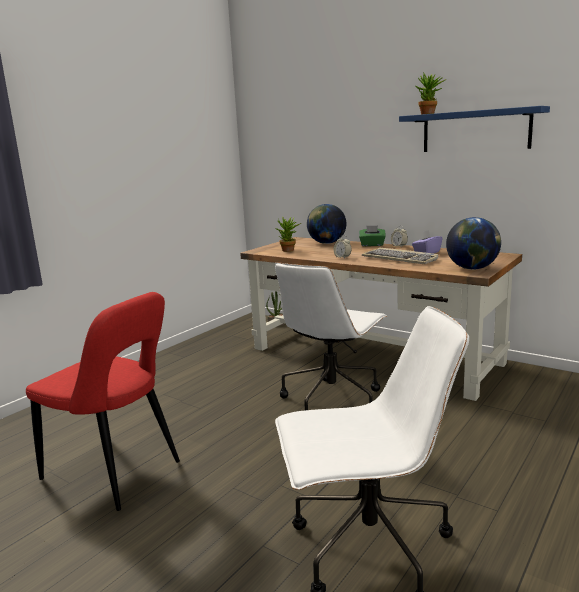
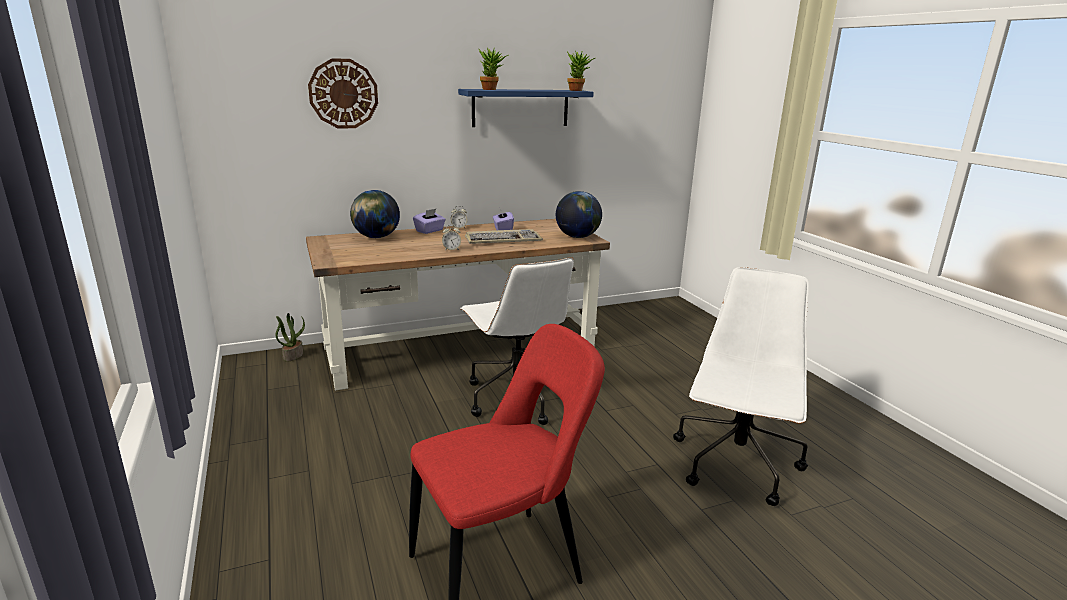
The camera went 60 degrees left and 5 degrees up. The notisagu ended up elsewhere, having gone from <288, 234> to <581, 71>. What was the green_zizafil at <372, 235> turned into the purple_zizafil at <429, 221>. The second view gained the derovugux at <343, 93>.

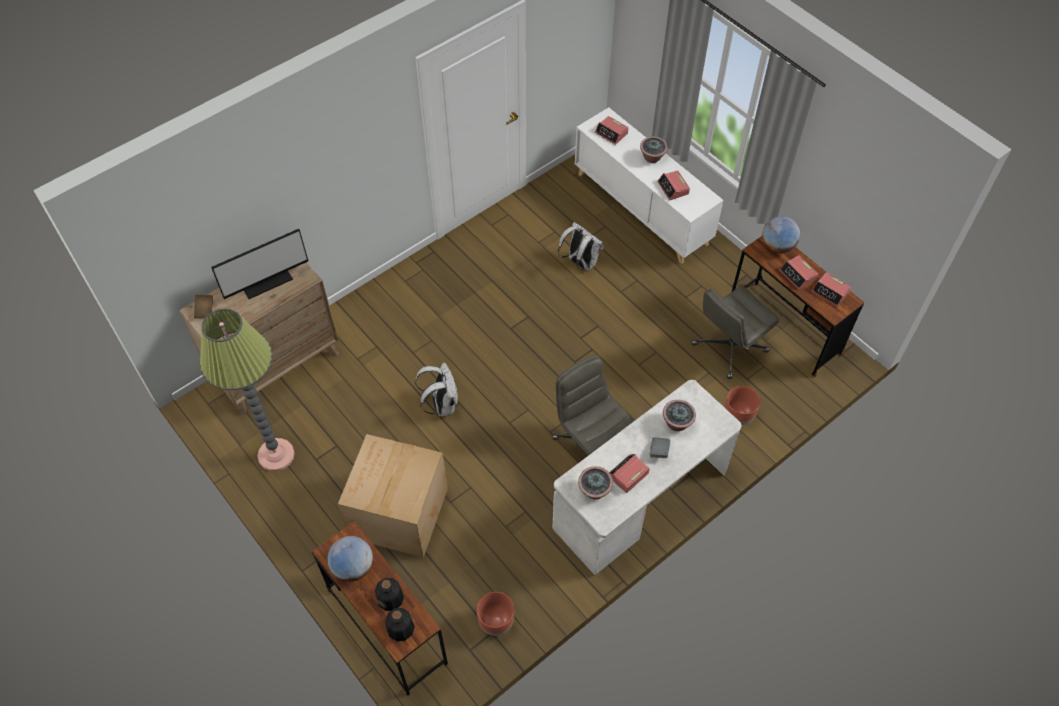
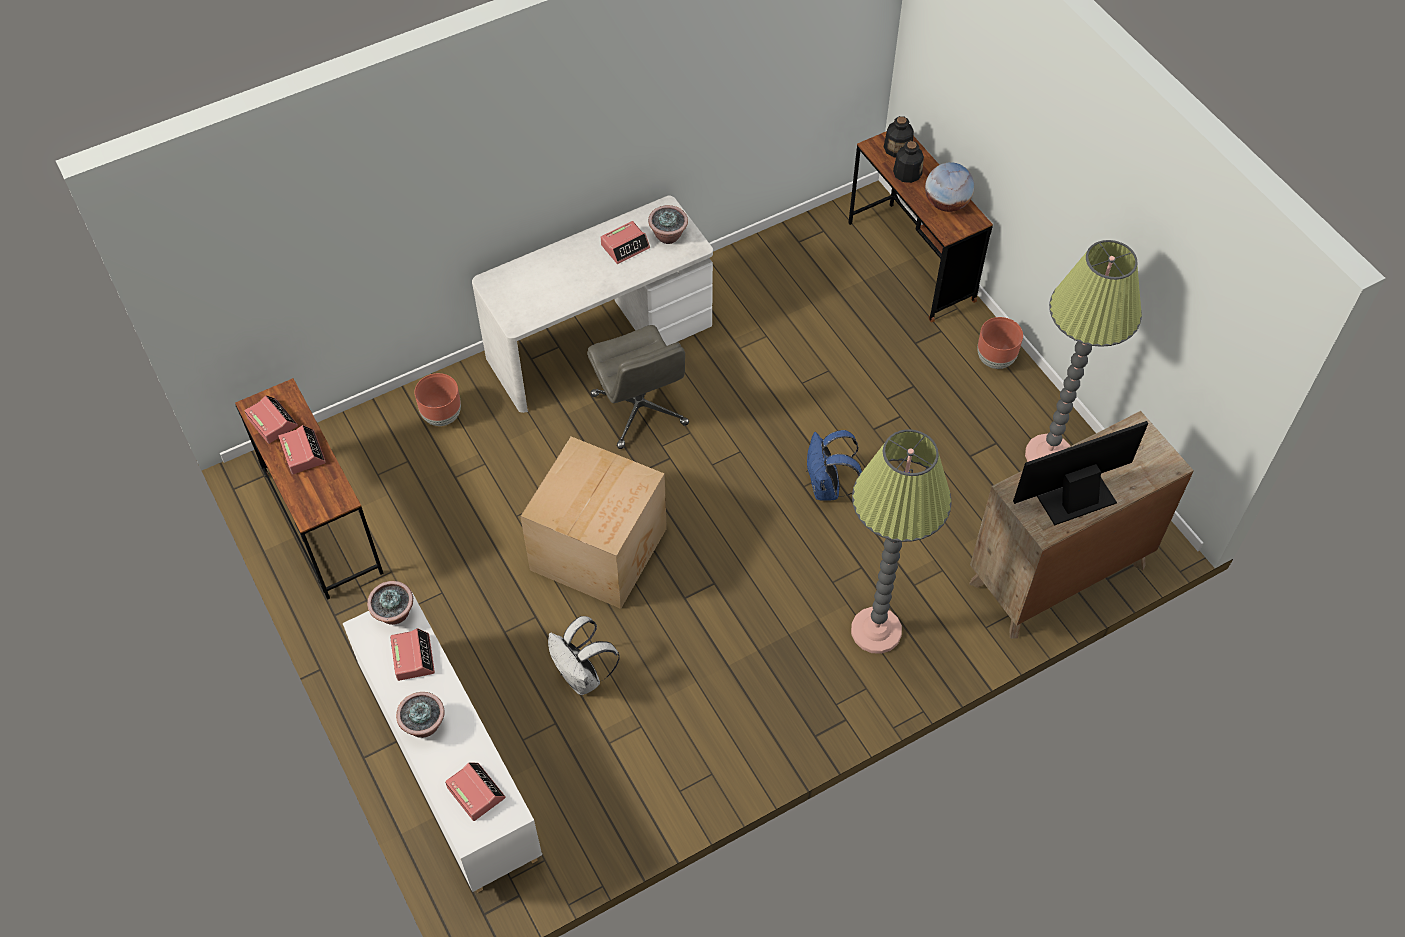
The camera went 170 degrees left and 0 degrees up. The second view lost the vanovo at <781, 234>. The second view lost the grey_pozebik at <735, 332>. The second view lost the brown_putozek at <203, 307>. What was the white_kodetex at <436, 389> turned into the blue_kodetex at <834, 465>. The notisagu ended up elsewhere, having gone from <679, 415> to <390, 603>. The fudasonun ended up elsewhere, having gone from <393, 496> to <593, 522>. The second view lost the grey_putozek at <660, 447>. The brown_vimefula ended up elsewhere, having gone from <495, 614> to <1000, 343>. The second view gained the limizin at <901, 541>.

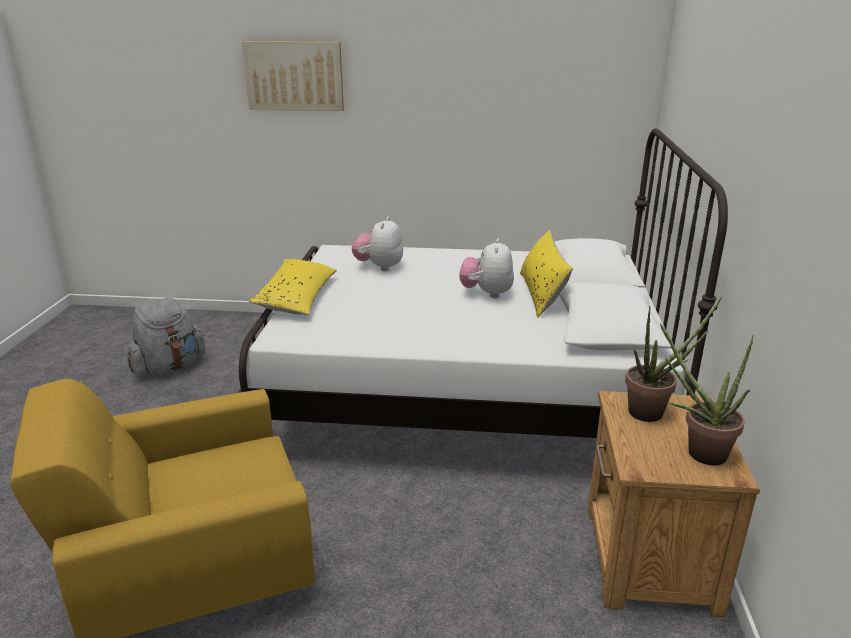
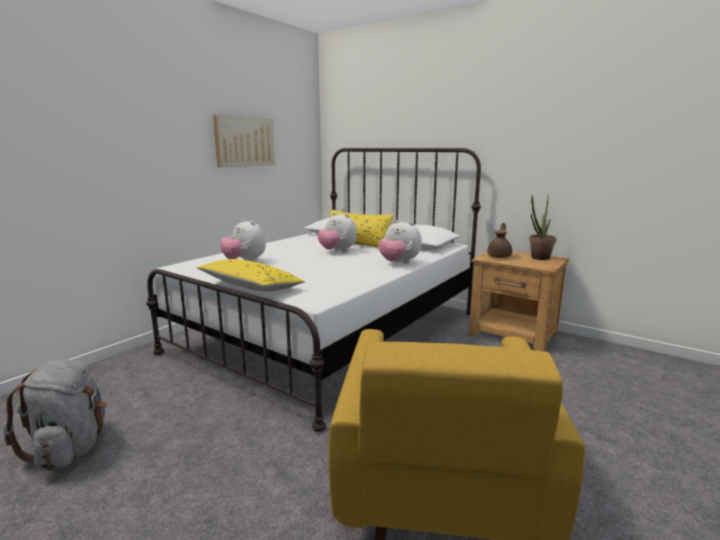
The camera went 60 degrees left and 10 degrees down. The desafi ended up elsewhere, having gone from <293, 76> to <244, 141>. Where the notisagu stood at <674, 358>, the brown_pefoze came to stand at <500, 240>. The second view gained the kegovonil at <400, 241>.

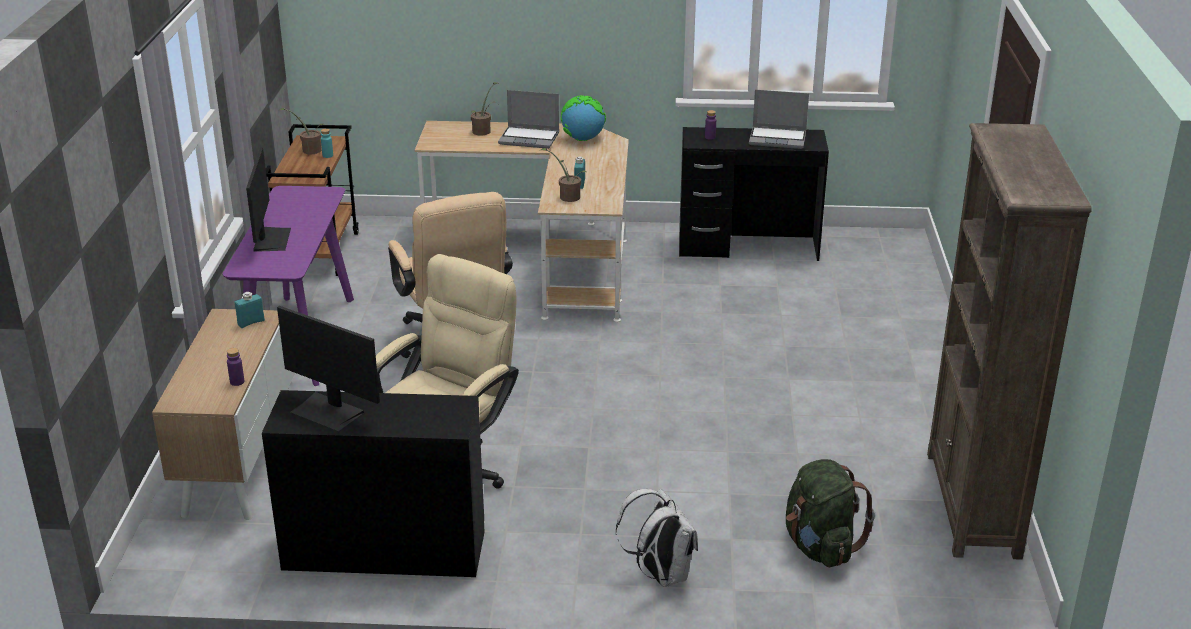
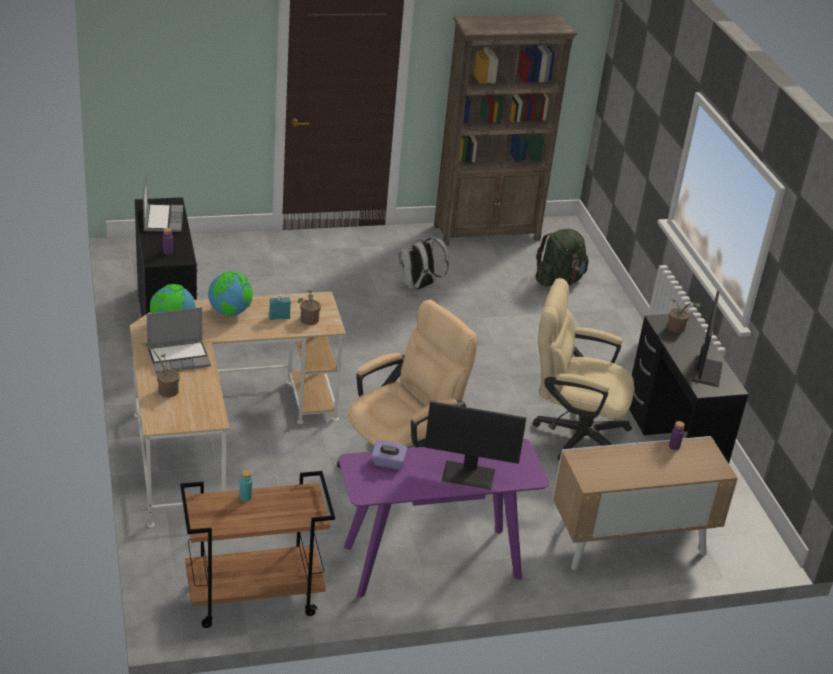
The camera went 110 degrees left and 5 degrees up. The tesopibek at <528, 119> ended up facing another way, 75 degrees clockwise from before. The notisagu ended up elsewhere, having gone from <301, 131> to <683, 316>. The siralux at <268, 199> ended up facing another way, 150 degrees counterclockwise from before. The second view lost the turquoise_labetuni at <250, 310>. The white_kodetex ended up elsewhere, having gone from <657, 538> to <424, 264>. The second view gained the vanovo at <230, 293>. The second view gained the purple_zizafil at <390, 455>.

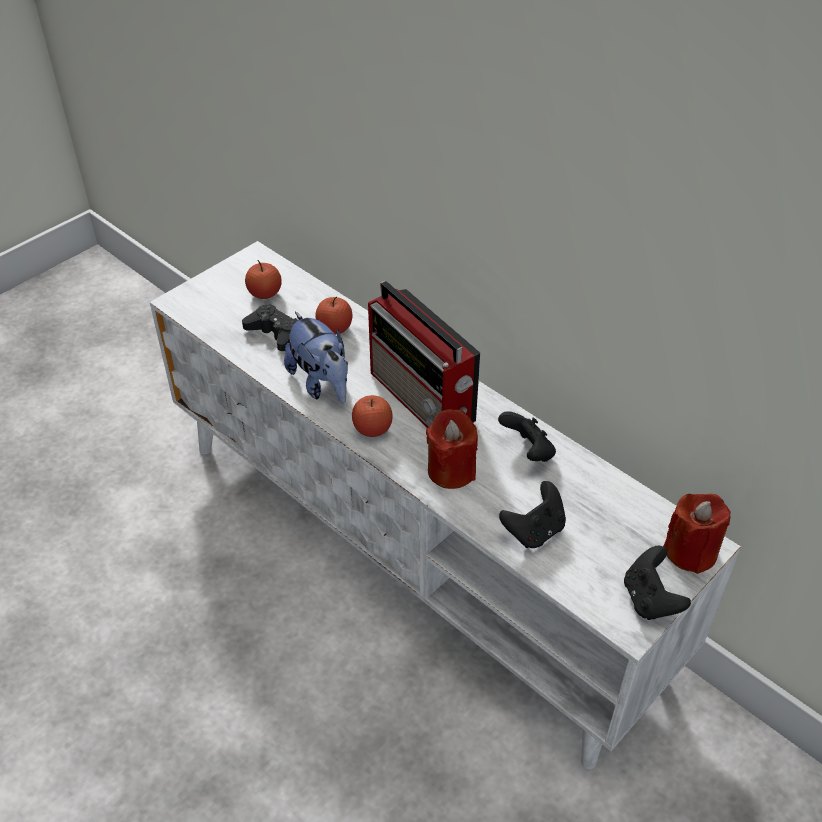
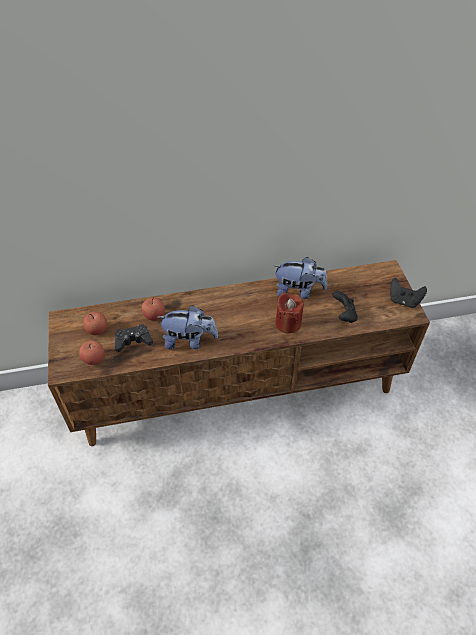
The camera went 55 degrees left and 5 degrees up. What was the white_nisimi at <445, 505> turned into the brown_nisimi at <239, 353>. The second view lost the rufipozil at <424, 354>. The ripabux ended up elsewhere, having gone from <372, 416> to <92, 352>. Where the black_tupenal stood at <527, 436>, the kegovonil came to stand at <300, 278>. The second view lost the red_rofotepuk at <697, 534>.

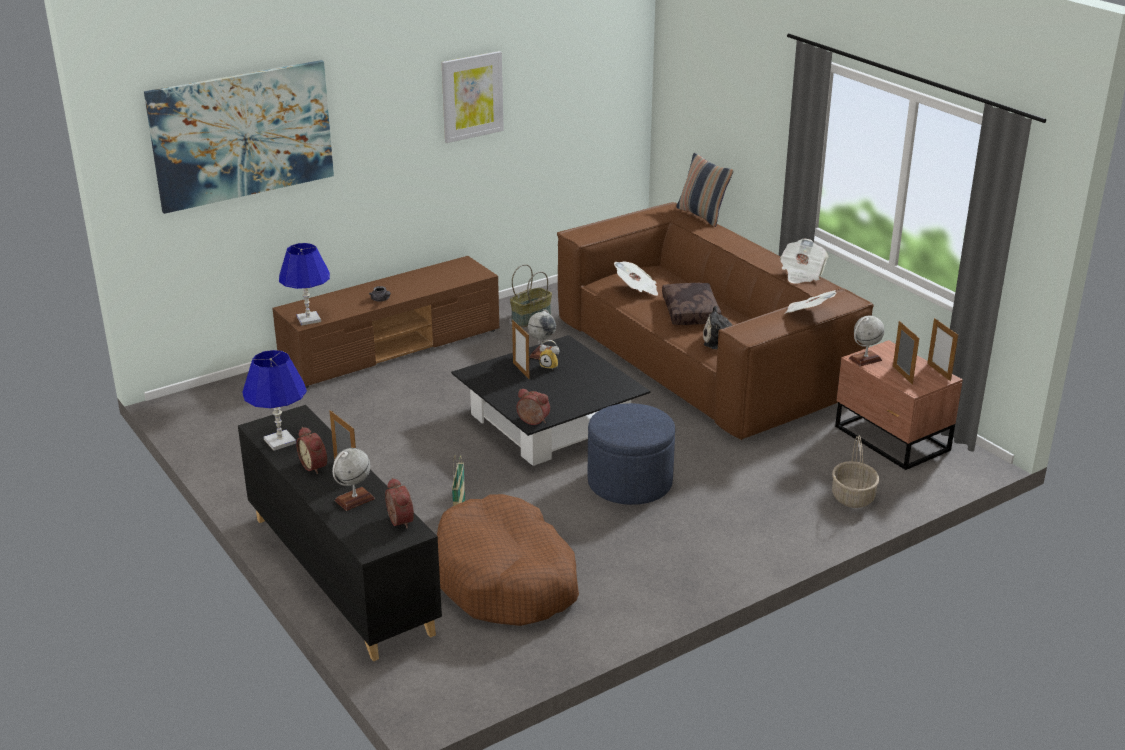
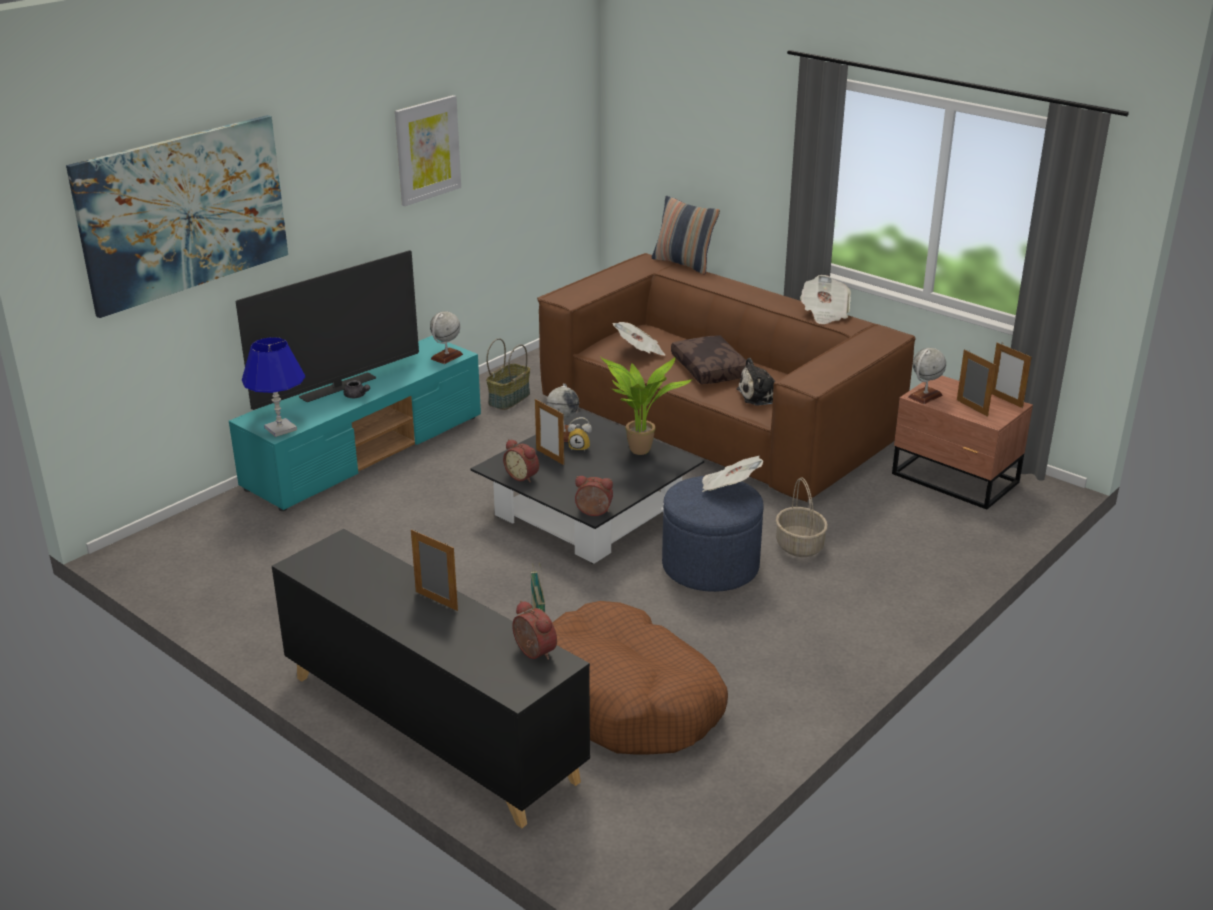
The camera went 15 degrees left and 0 degrees up. What was the brown_nisimi at <385, 322> turned into the turquoise_nisimi at <355, 423>. The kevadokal ended up elsewhere, having gone from <811, 301> to <732, 474>. The second view lost the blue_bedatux at <275, 400>. The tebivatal ended up elsewhere, having gone from <311, 450> to <521, 461>. The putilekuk ended up elsewhere, having gone from <855, 472> to <802, 517>. The vanovo ended up elsewhere, having gone from <353, 479> to <446, 337>. The second view gained the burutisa at <327, 330>. The second view gained the notisagu at <646, 405>.

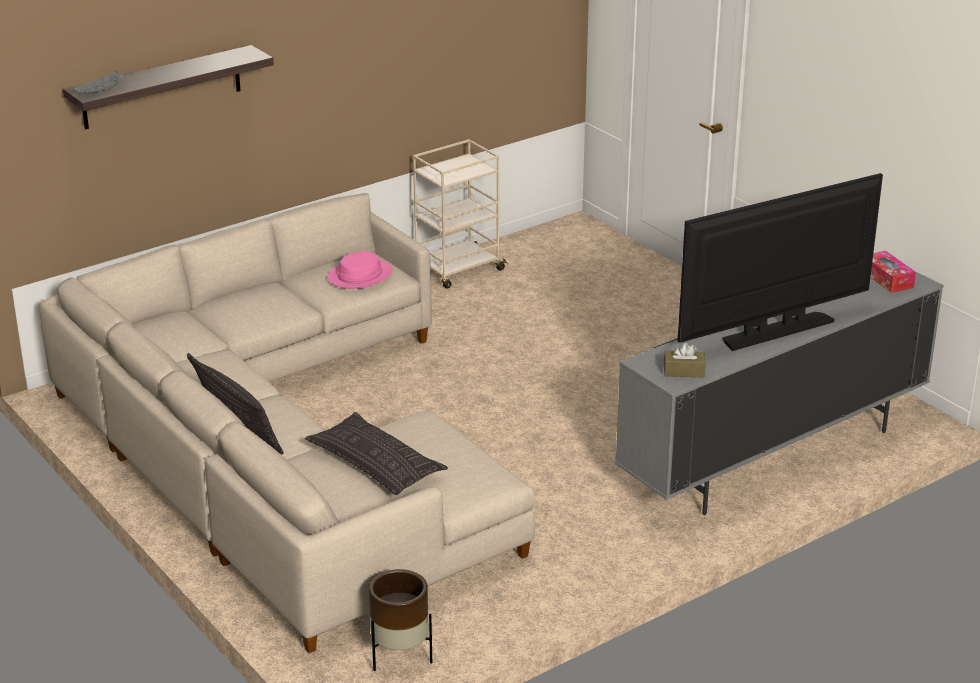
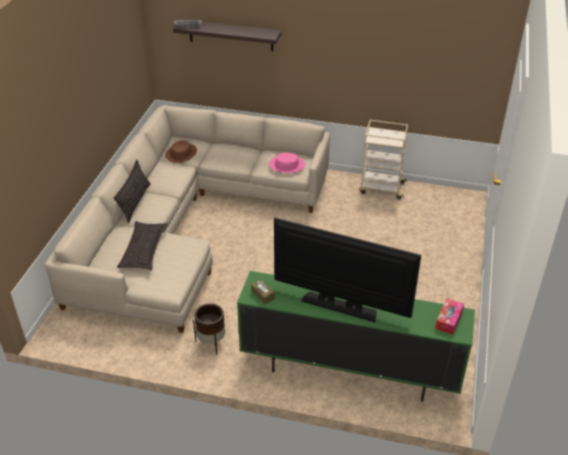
The camera went 50 degrees right and 10 degrees up. What was the grey_nisimi at <779, 393> turned into the green_nisimi at <356, 336>. The brown_vimefula ended up elsewhere, having gone from <400, 620> to <209, 329>. The second view gained the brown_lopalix at <181, 151>.

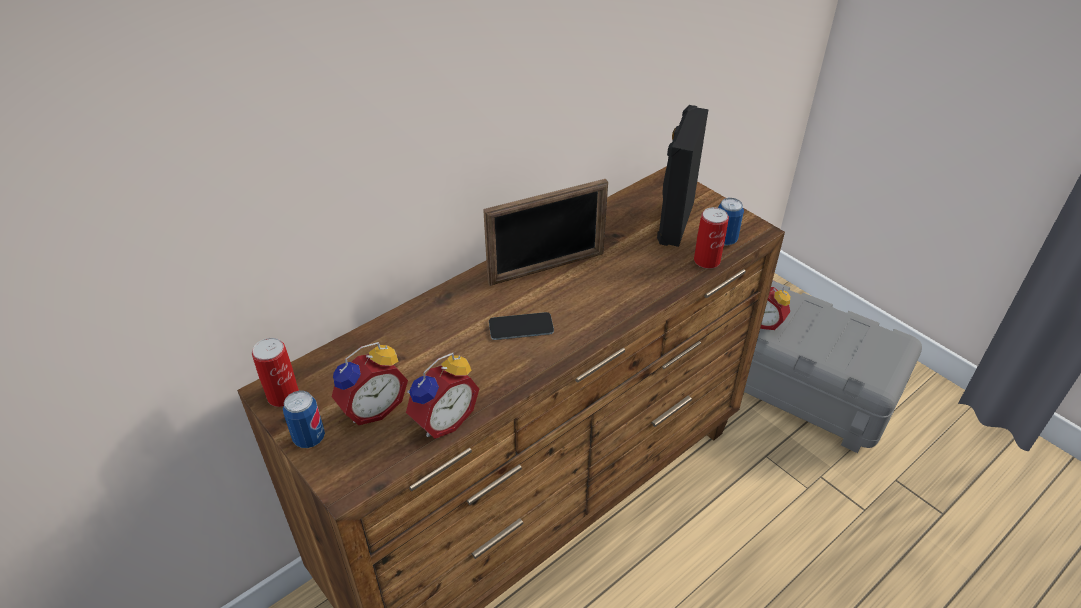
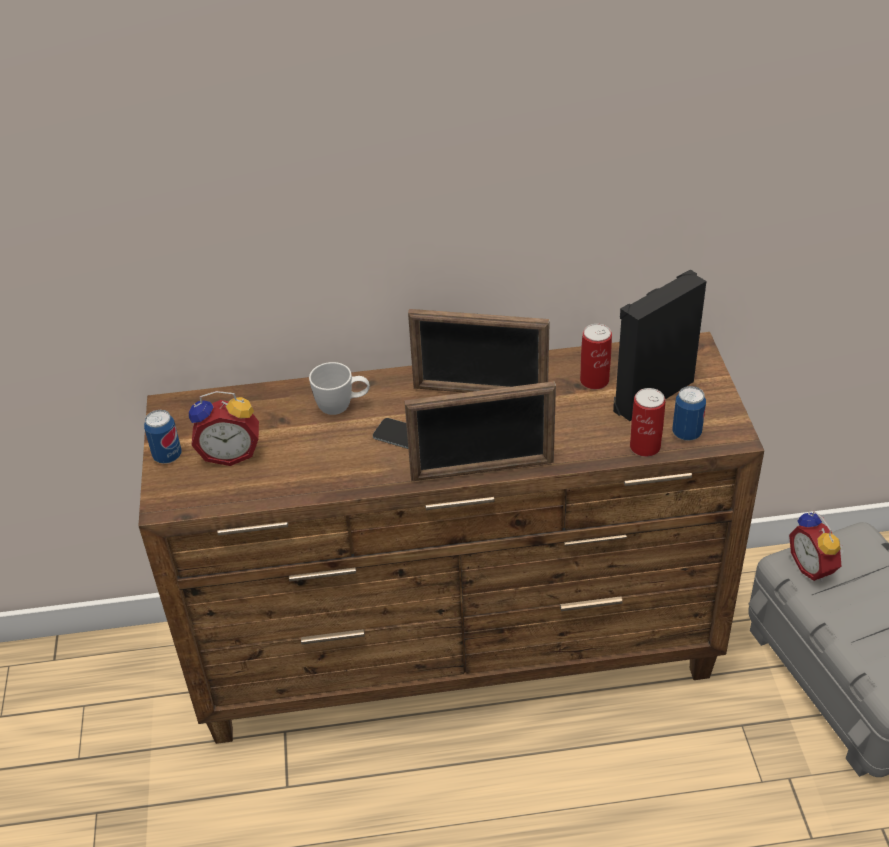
The camera went 35 degrees right and 0 degrees up. The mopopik ended up elsewhere, having gone from <275, 372> to <596, 356>. The second view lost the tebivatal at <442, 396>. The second view gained the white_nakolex at <339, 388>. The second view gained the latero at <480, 431>.

